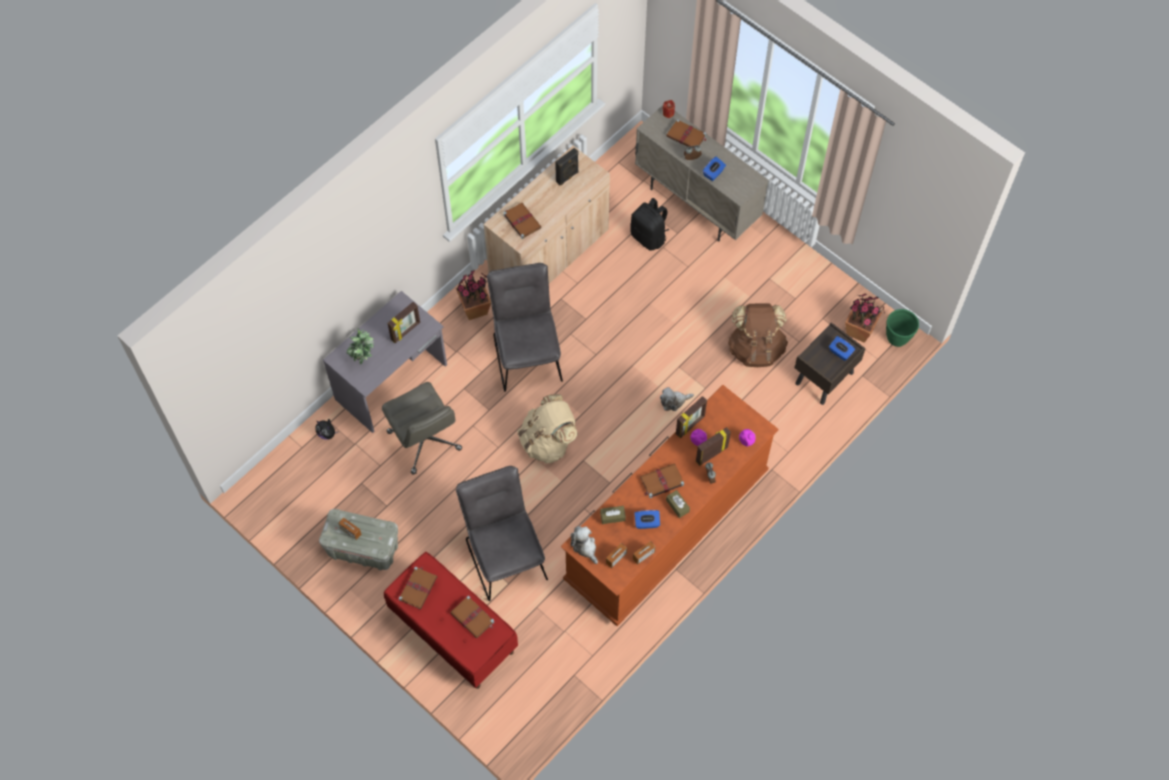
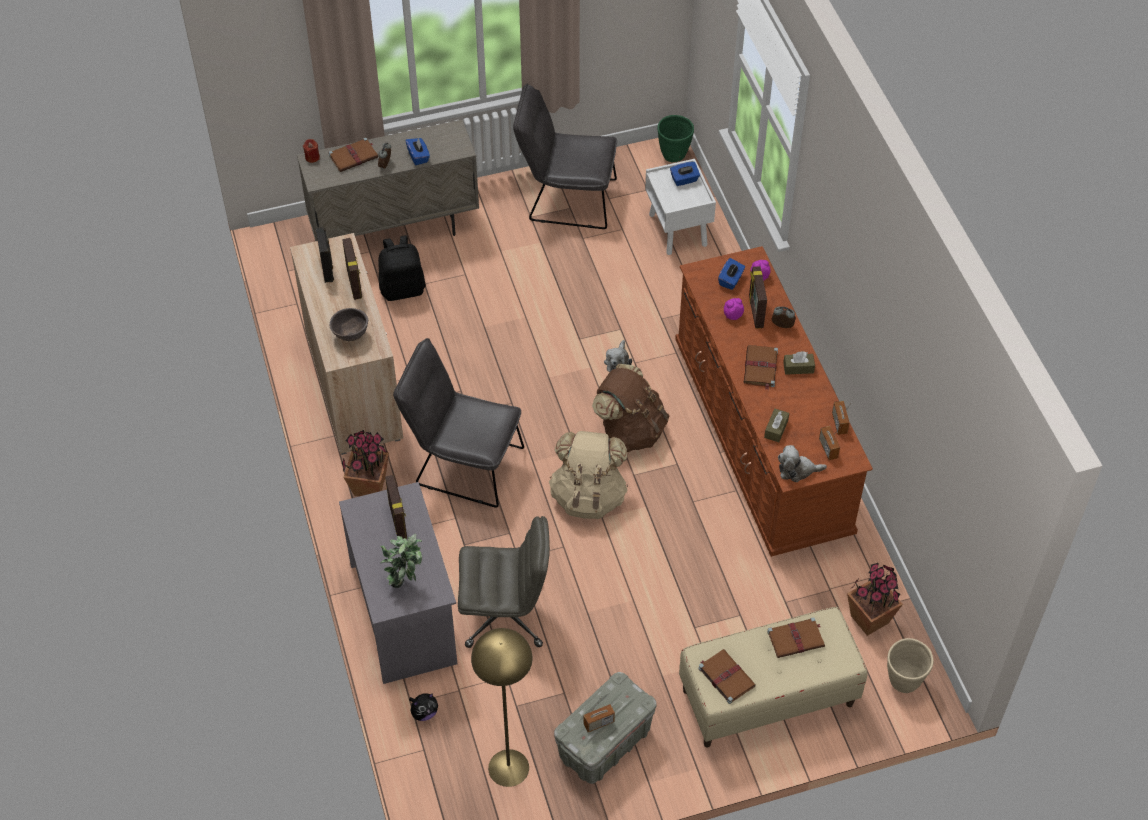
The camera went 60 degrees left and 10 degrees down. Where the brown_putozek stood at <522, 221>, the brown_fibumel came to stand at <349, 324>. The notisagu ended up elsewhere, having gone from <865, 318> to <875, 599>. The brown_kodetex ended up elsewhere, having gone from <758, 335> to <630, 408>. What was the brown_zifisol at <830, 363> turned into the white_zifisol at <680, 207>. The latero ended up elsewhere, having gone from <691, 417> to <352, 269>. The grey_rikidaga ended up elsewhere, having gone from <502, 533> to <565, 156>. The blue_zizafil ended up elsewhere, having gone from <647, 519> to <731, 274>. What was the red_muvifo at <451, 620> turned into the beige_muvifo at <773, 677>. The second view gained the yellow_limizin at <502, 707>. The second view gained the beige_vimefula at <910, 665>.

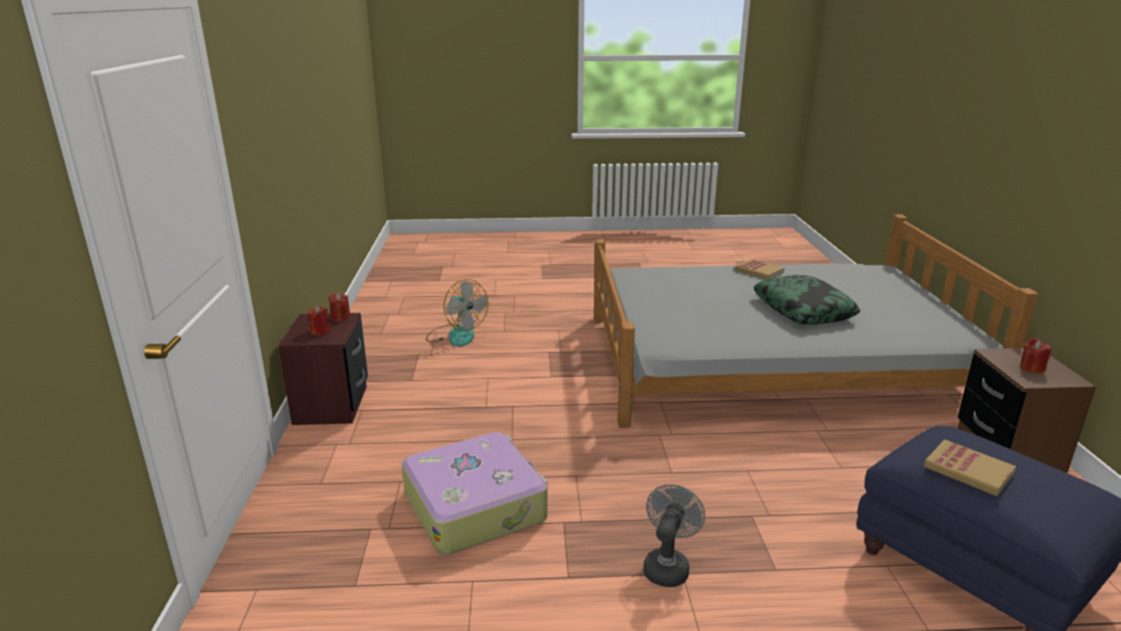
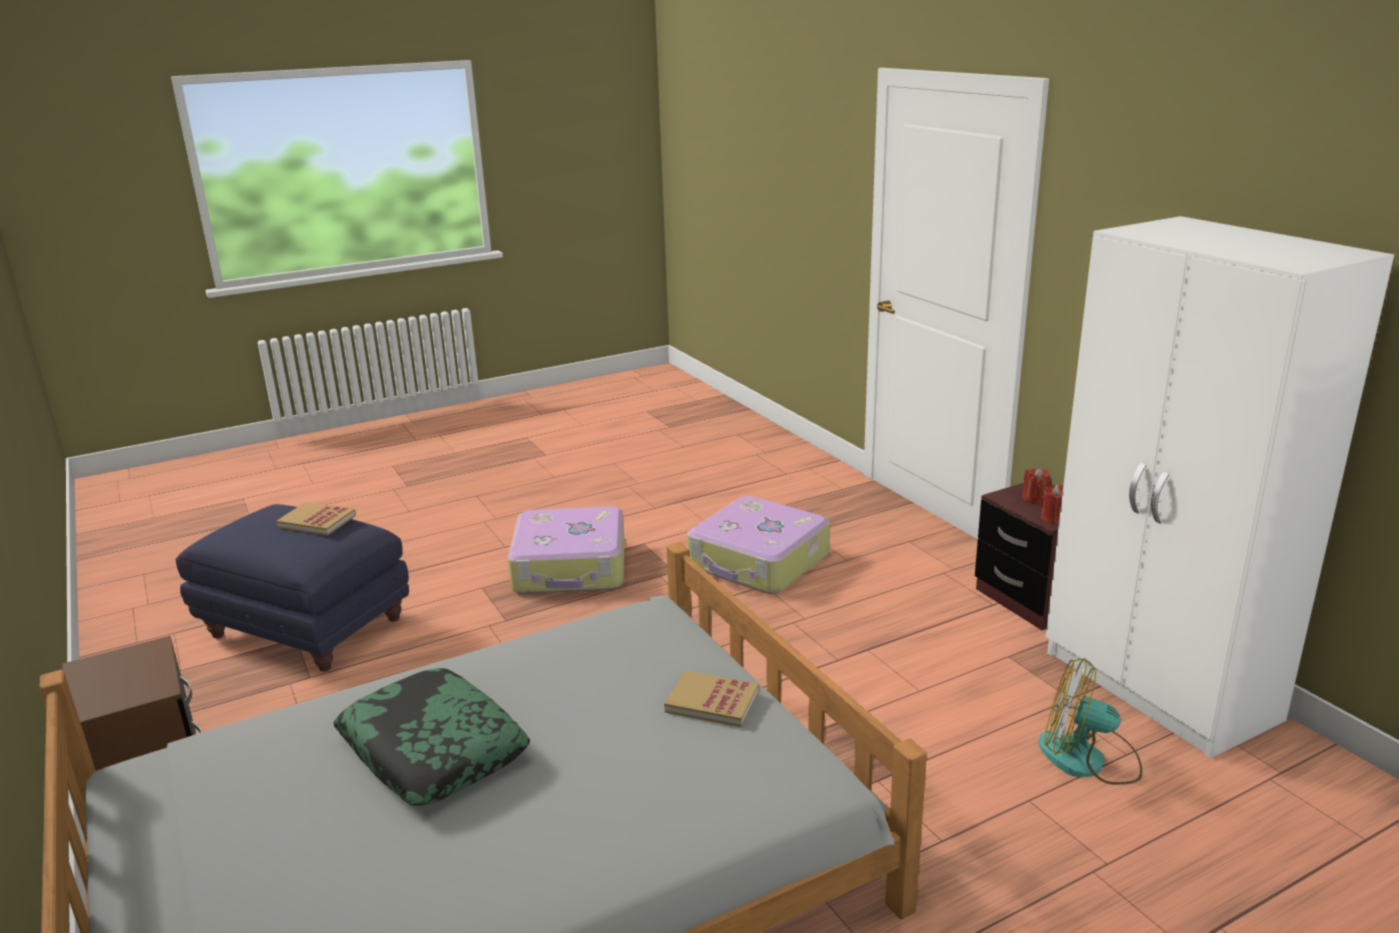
The camera went 155 degrees right and 0 degrees up. The putozek ended up elsewhere, having gone from <760, 269> to <711, 699>. The second view lost the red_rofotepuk at <1035, 355>. Where the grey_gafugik stood at <674, 535>, the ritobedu came to stand at <566, 550>. The second view gained the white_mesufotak at <1220, 487>.

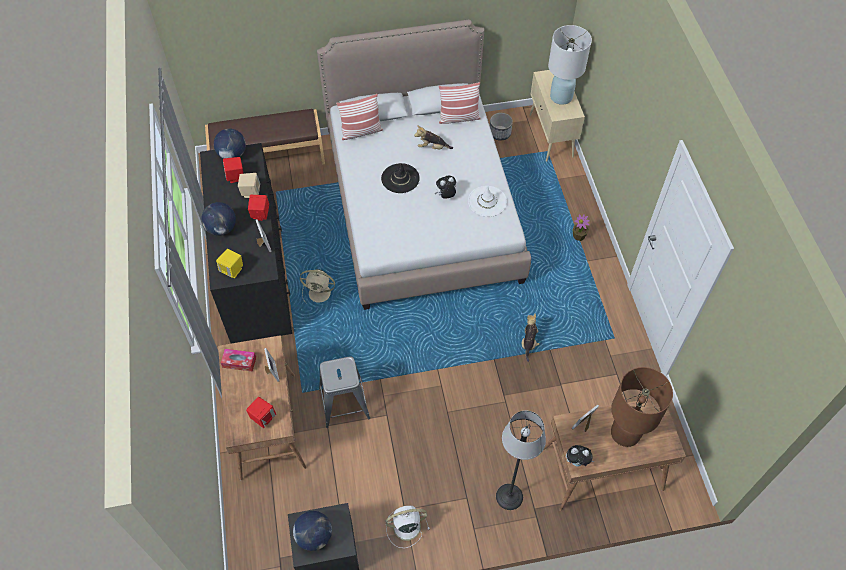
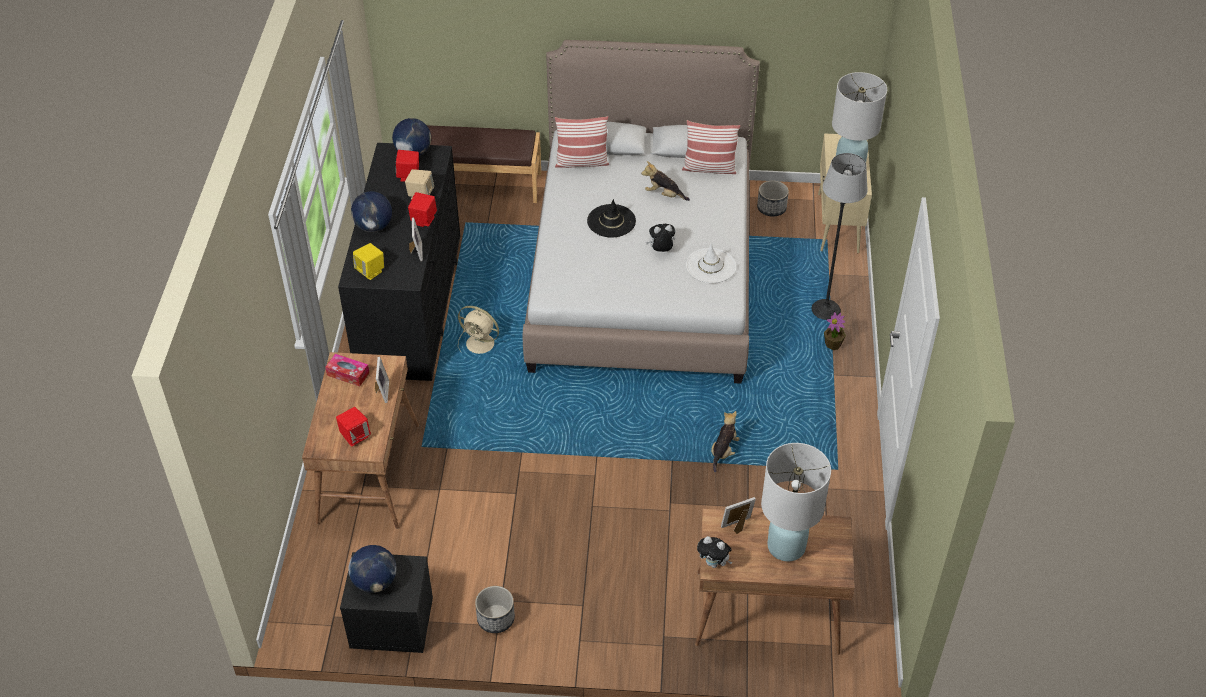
The camera went 15 degrees right and 10 degrees down. The second view lost the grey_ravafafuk at <344, 392>. What was the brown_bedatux at <642, 407> turned into the white_bedatux at <796, 502>. The limizin ended up elsewhere, having gone from <521, 460> to <839, 236>. Where the white_gafugik stood at <408, 527>, the vimefula came to stand at <495, 609>.

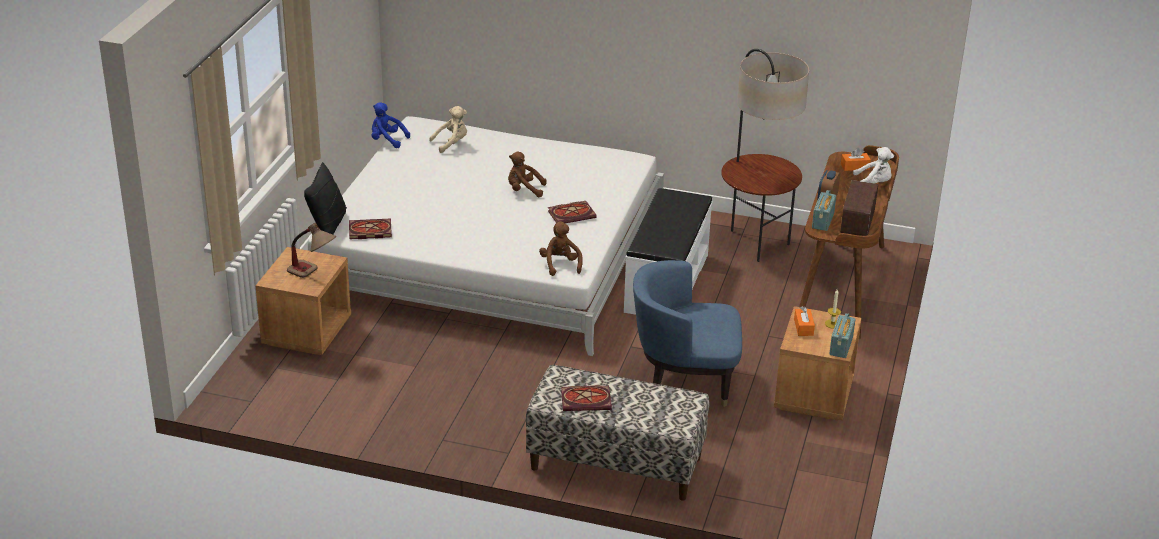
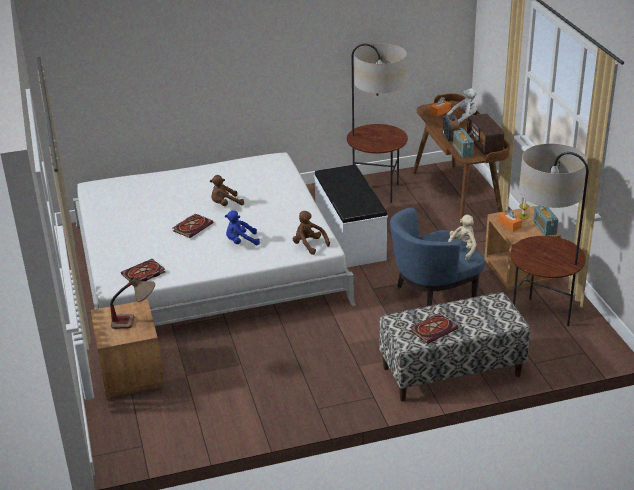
The camera went 30 degrees left and 0 degrees up. The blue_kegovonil ended up elsewhere, having gone from <391, 125> to <242, 227>. The beige_kegovonil ended up elsewhere, having gone from <448, 129> to <462, 238>. The second view lost the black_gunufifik at <325, 198>. The putozek ended up elsewhere, having gone from <572, 212> to <193, 226>. The second view gained the limizin at <549, 235>.

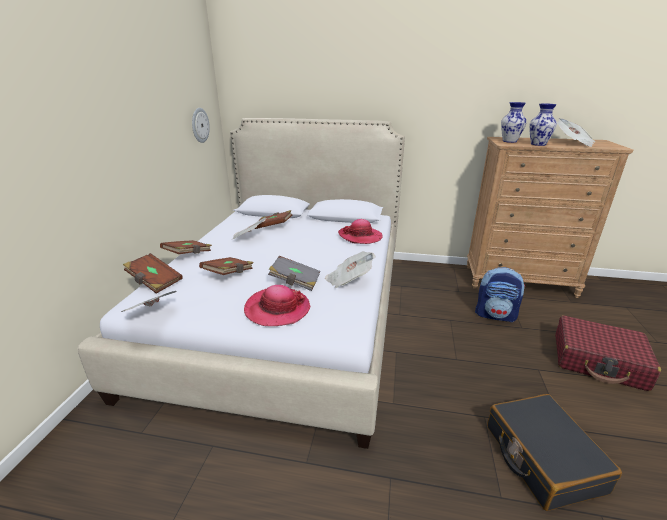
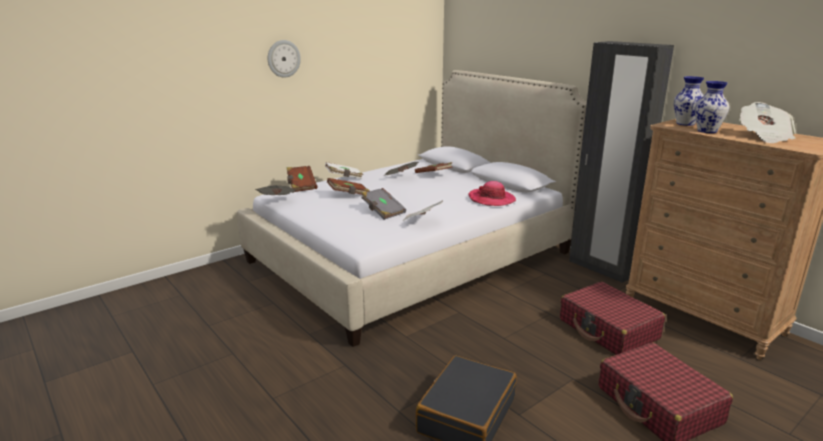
The camera went 40 degrees right and 5 degrees down. The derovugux ended up elsewhere, having gone from <201, 125> to <284, 59>. What was the brown_putozek at <186, 247> turned into the white_putozek at <344, 170>. Where the kodetex stood at <500, 294>, the red_ritobedu came to stand at <612, 318>. The second view lost the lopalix at <277, 305>. The second view gained the black_mesufotak at <621, 162>.

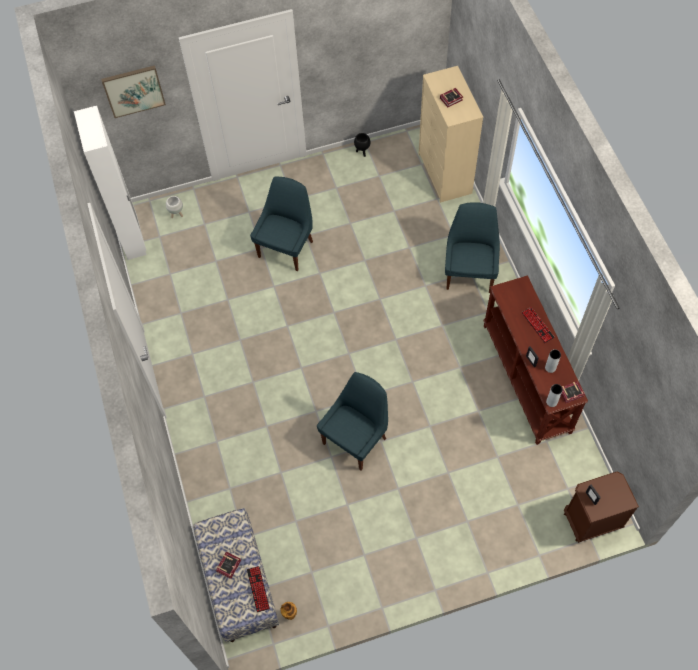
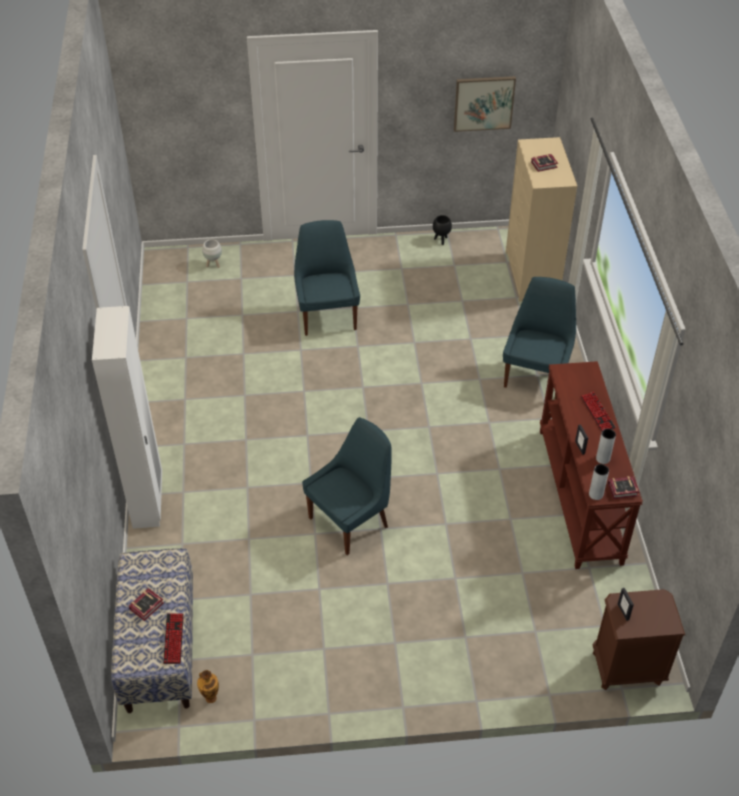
The camera went 10 degrees right and 15 degrees down. The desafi ended up elsewhere, having gone from <133, 91> to <485, 104>. The white_mesufotak ended up elsewhere, having gone from <110, 183> to <127, 417>. The blue_rikidaga at <281, 224> ended up facing another way, 45 degrees counterclockwise from before.

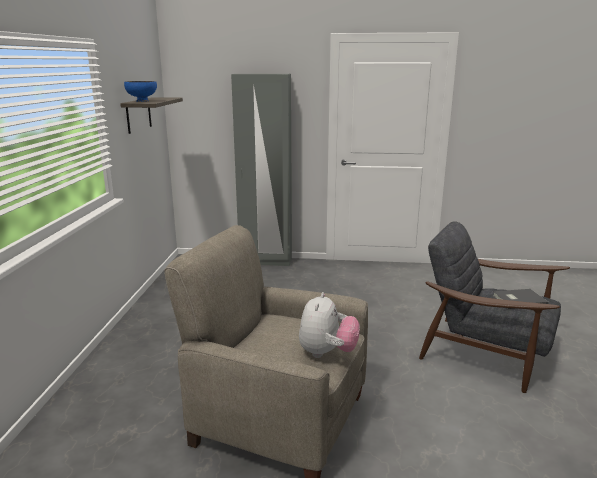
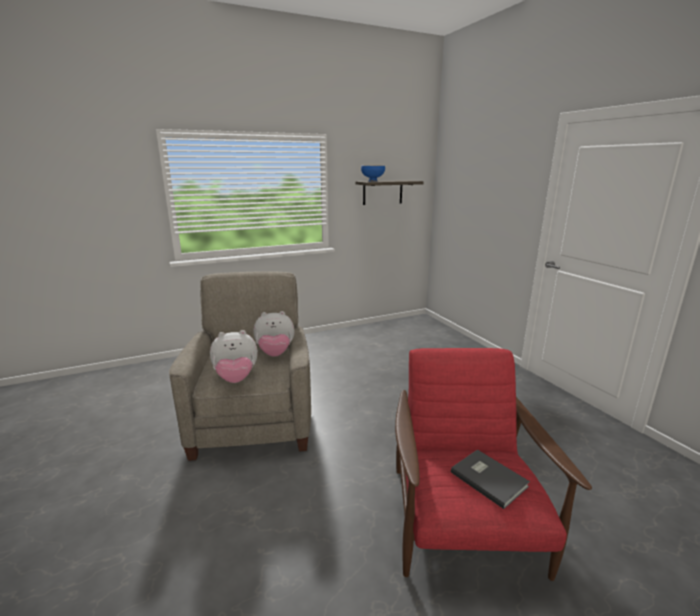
The camera went 60 degrees right and 0 degrees up. The second view lost the grey_mesufotak at <261, 170>. What was the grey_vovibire at <494, 307> turned into the red_vovibire at <493, 464>. The second view gained the kegovonil at <274, 334>.

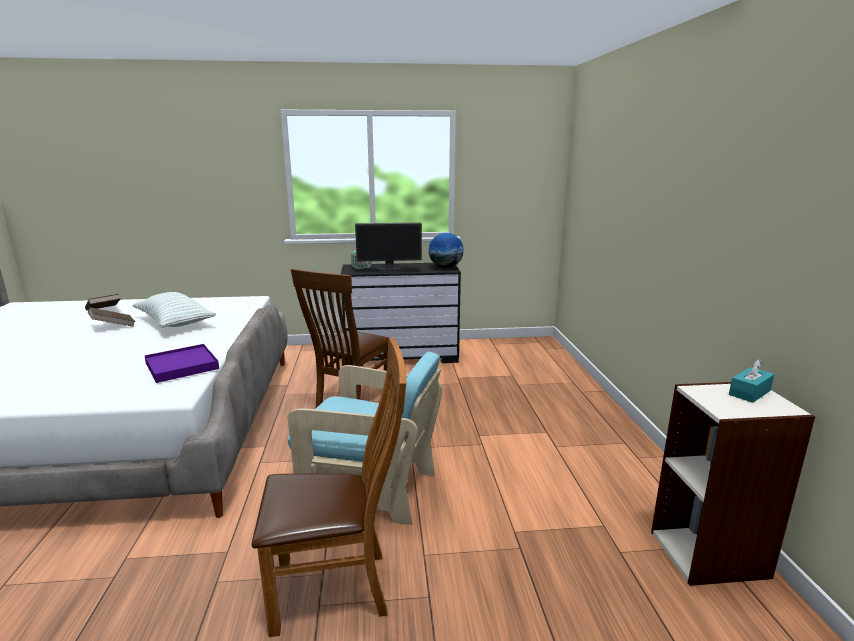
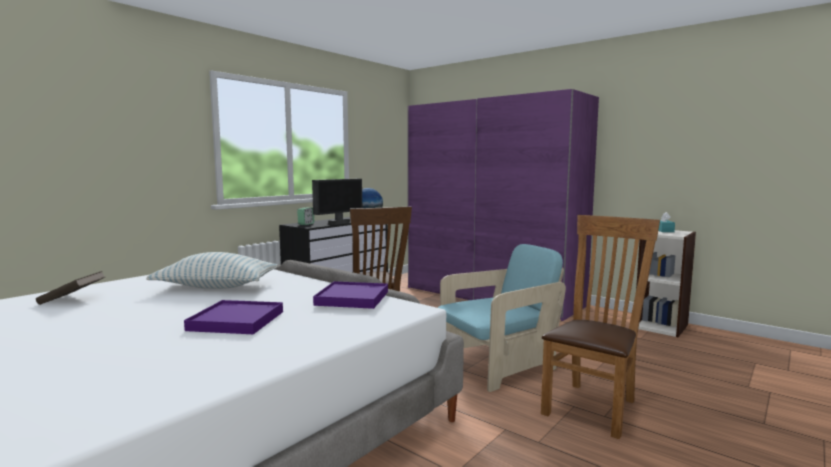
The camera went 45 degrees left and 10 degrees down. The second view lost the brown_putozek at <111, 317>. The second view gained the purple_mesufotak at <503, 205>. The second view gained the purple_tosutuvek at <233, 317>.

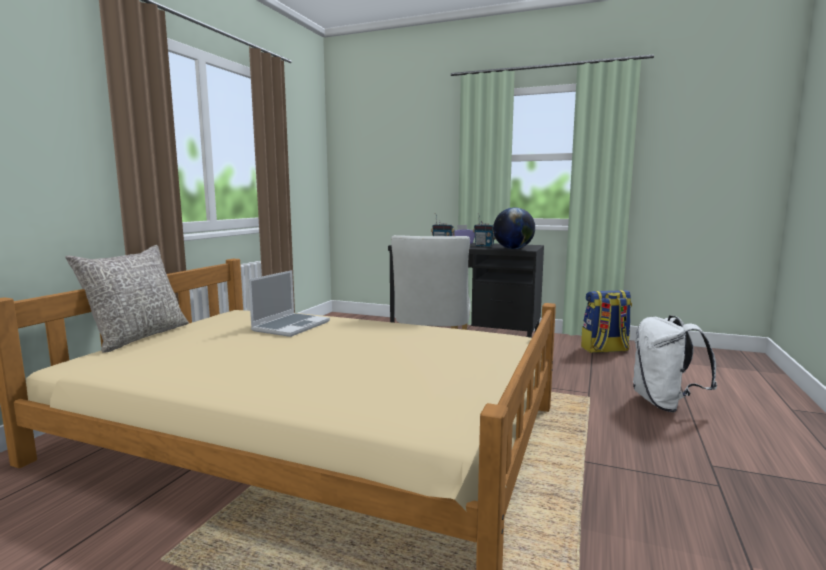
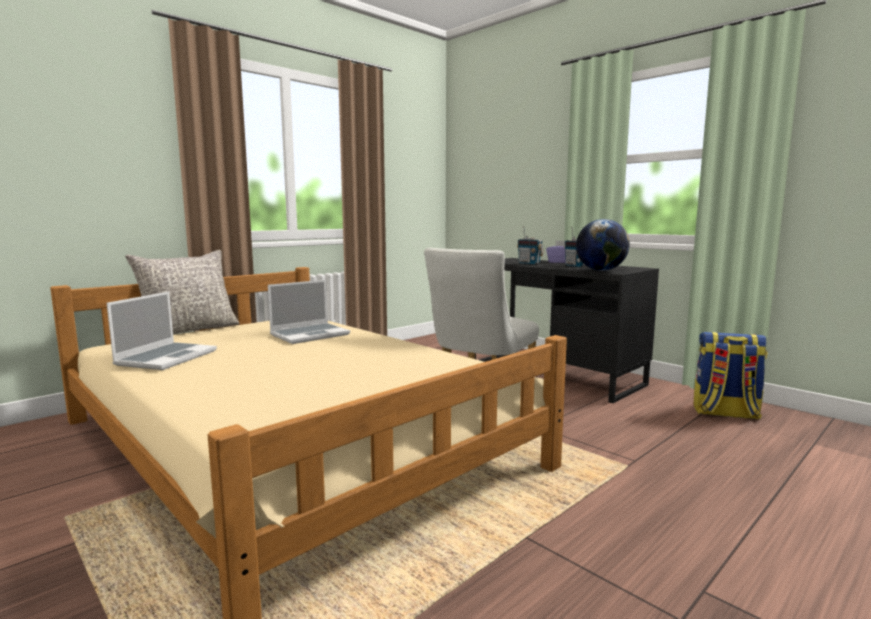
The camera went 25 degrees right and 0 degrees up. The second view lost the white_kodetex at <675, 363>. The second view gained the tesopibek at <161, 330>.

